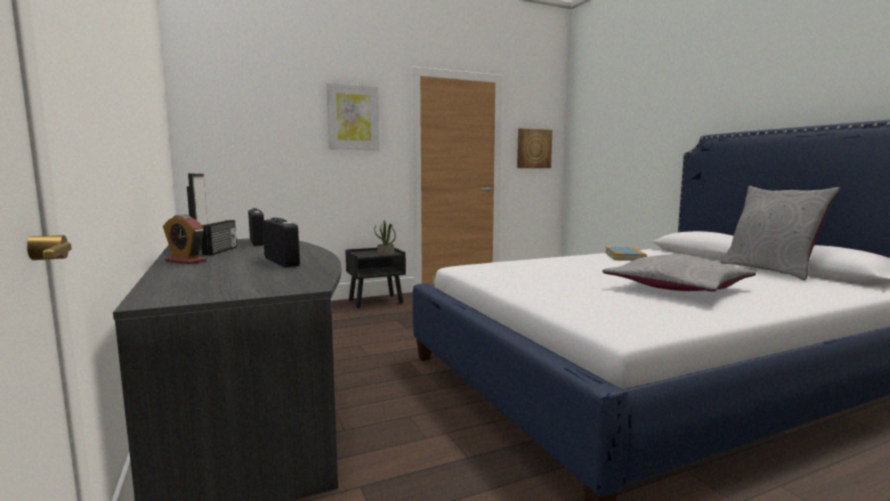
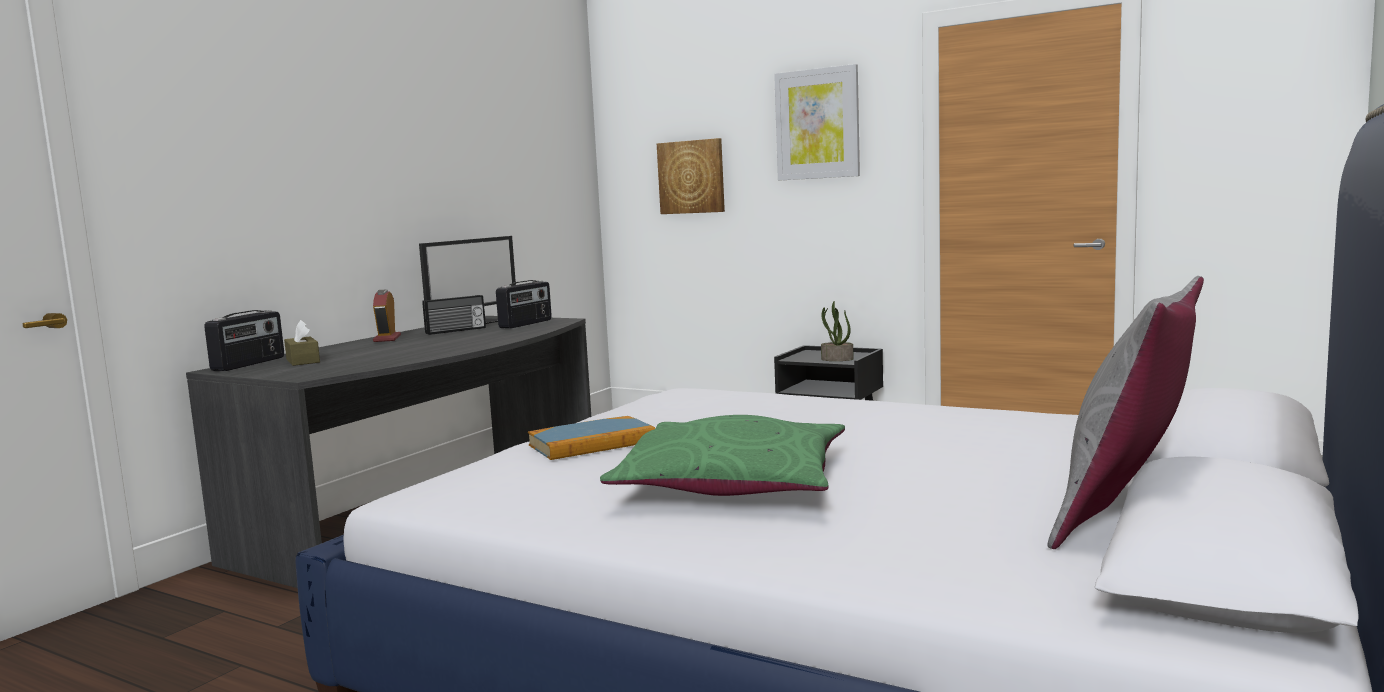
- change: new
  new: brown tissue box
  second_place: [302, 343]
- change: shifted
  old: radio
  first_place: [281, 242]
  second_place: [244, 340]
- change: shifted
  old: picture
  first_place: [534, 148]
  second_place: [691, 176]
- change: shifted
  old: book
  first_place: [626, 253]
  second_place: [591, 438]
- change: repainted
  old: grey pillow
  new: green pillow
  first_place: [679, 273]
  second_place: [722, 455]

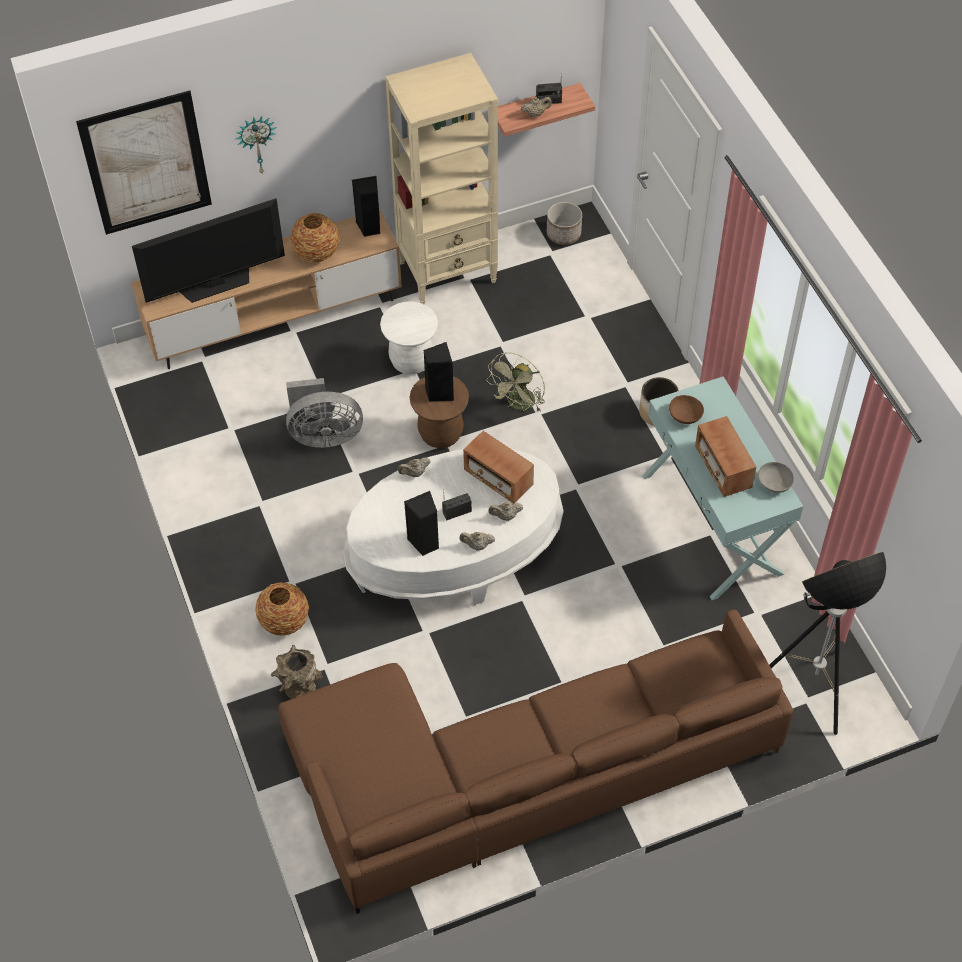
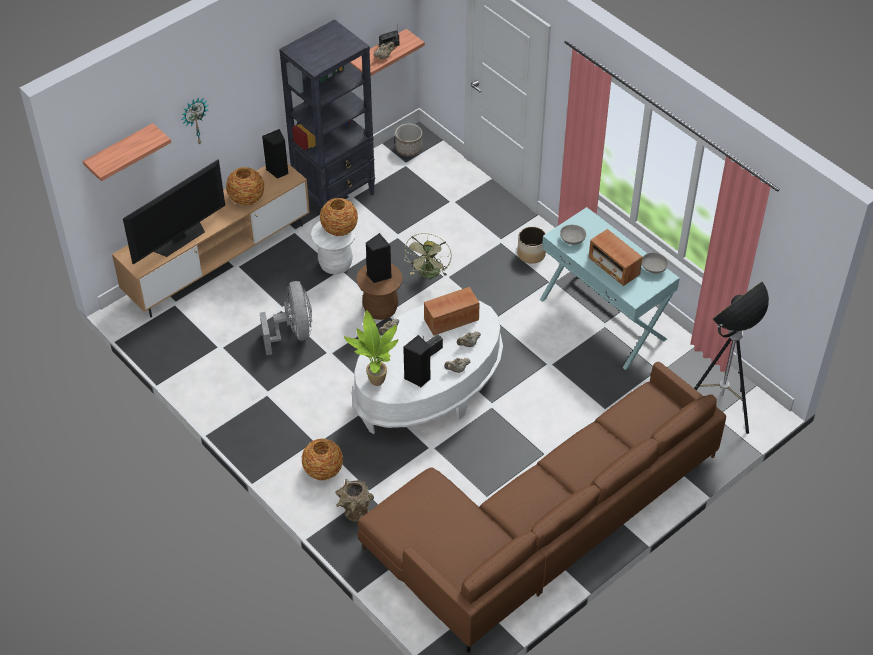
- change: new
  new: vase
  second_place: [339, 217]
- change: new
  new: potted plant
  second_place: [371, 348]
- change: swapped
  old: picture
  new: shelf
  first_place: [144, 162]
  second_place: [127, 152]
- change: repainted
  old: beige bookcase
  new: black bookcase
  first_place: [441, 178]
  second_place: [327, 114]
- change: repainted
  old: brown bowl
  new: grey bowl
  first_place: [686, 409]
  second_place: [573, 235]
- change: rotated
  old: grey fan
  first_place: [324, 413]
  second_place: [286, 318]
  degrees: -75
- change: rotated
  old: radio
  first_place: [498, 467]
  second_place: [452, 311]
  degrees: 135

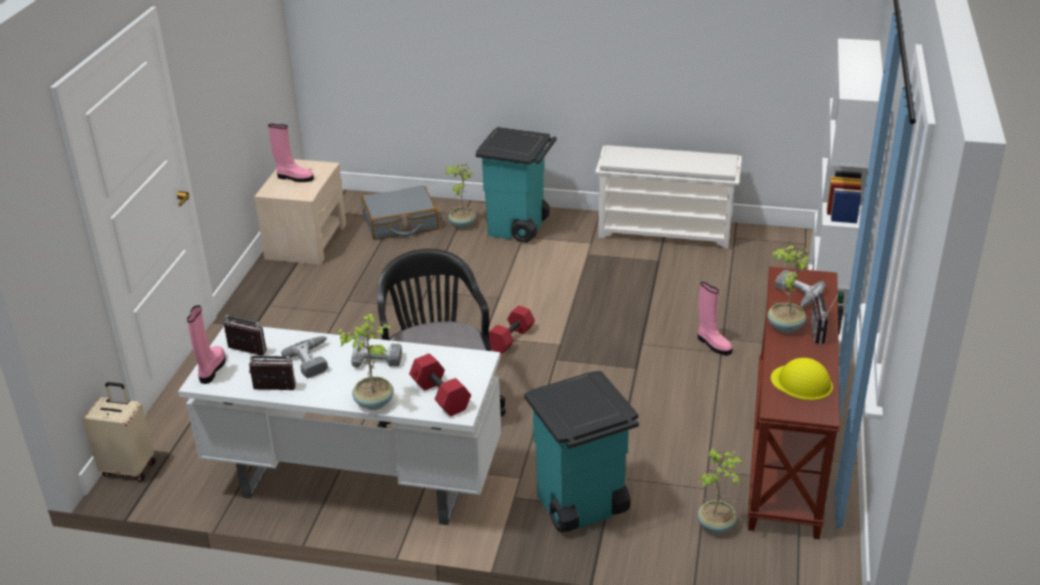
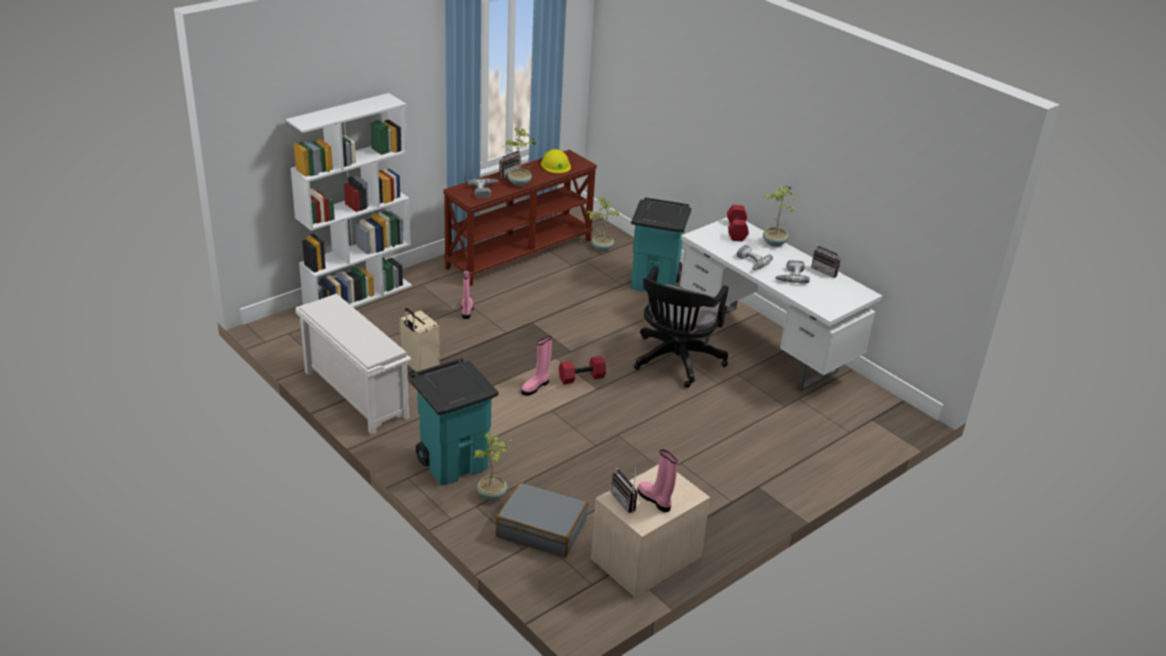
- change: shifted
  old: beige suitcase
  first_place: [119, 431]
  second_place: [419, 340]
- change: shifted
  old: pink boot
  first_place: [206, 344]
  second_place: [536, 366]
- change: shifted
  old: radio
  first_place: [245, 335]
  second_place: [624, 490]

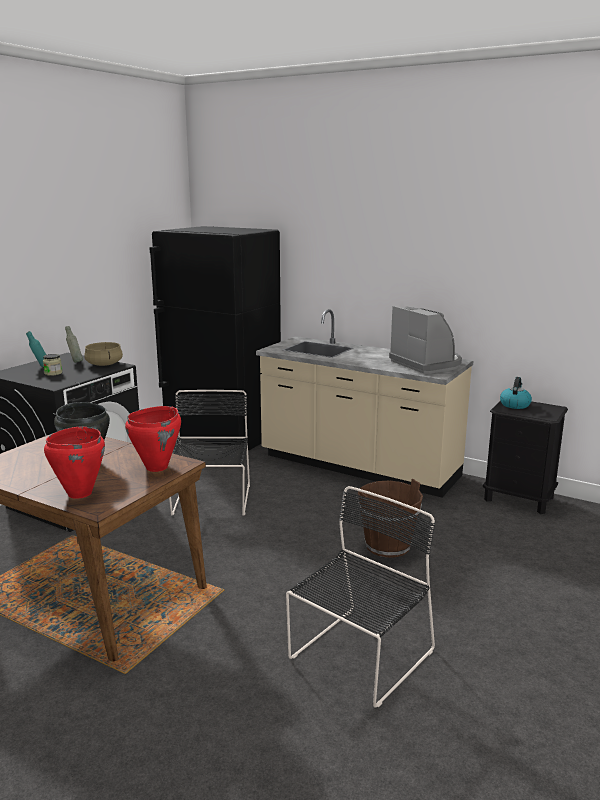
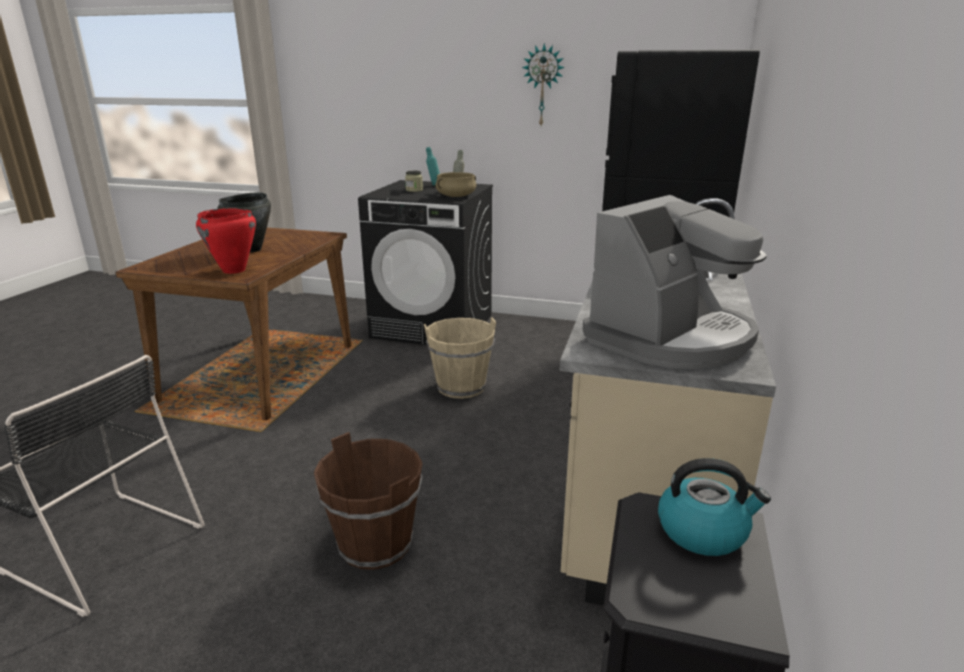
- change: gone
  old: red cooking pot
  first_place: [74, 463]
- change: new
  new: wall clock
  second_place: [543, 84]
- change: swapped
  old: black chair
  new: beige bucket
  first_place: [209, 453]
  second_place: [460, 358]

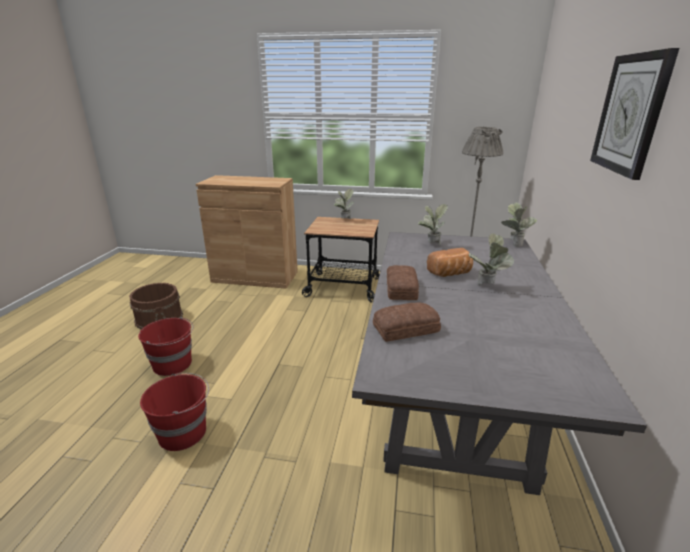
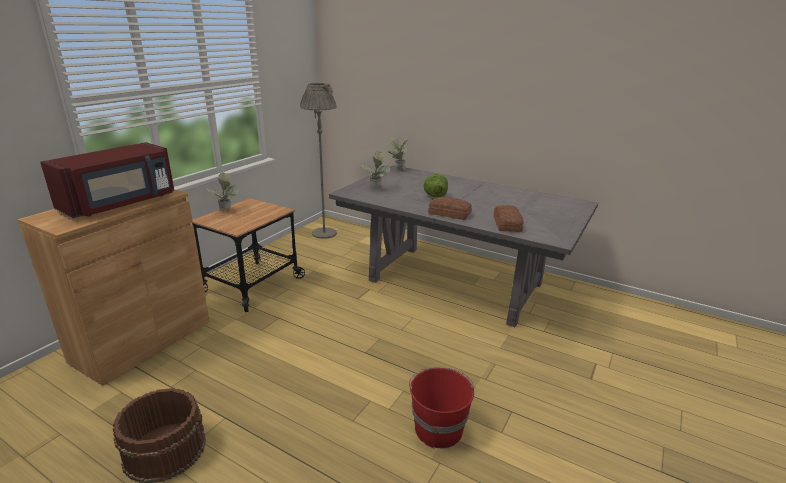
- change: gone
  old: red bucket
  first_place: [165, 346]
- change: gone
  old: potted plant
  first_place: [491, 259]
- change: gone
  old: wall clock
  first_place: [634, 114]
- change: new
  new: red microwave
  second_place: [107, 180]
- change: swapped
  old: bread
  new: lettuce
  first_place: [450, 262]
  second_place: [435, 185]

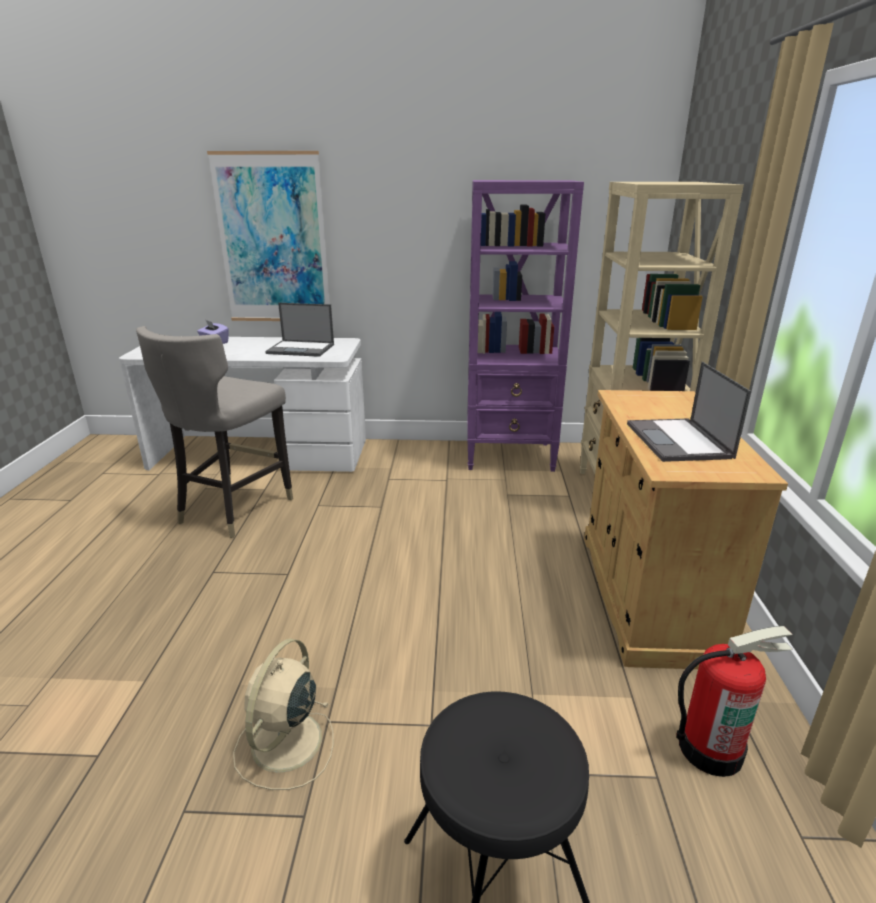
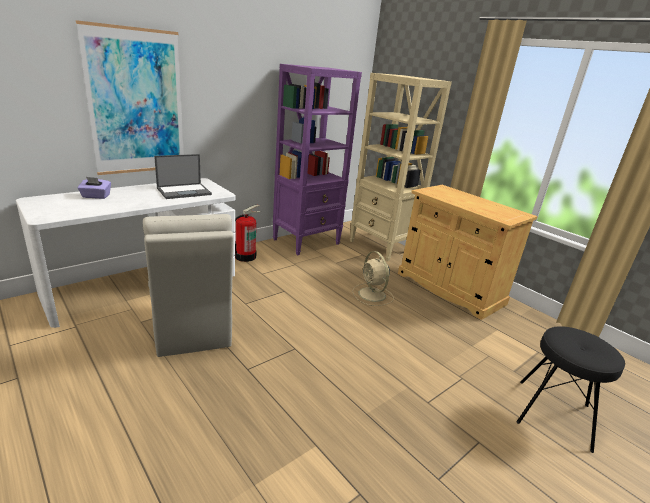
- change: gone
  old: laptop
  first_place: [689, 412]
- change: shifted
  old: beige fan
  first_place: [283, 714]
  second_place: [373, 278]
- change: shifted
  old: fire extinguisher
  first_place: [734, 701]
  second_place: [248, 233]
- change: swapped
  old: grey stool
  new: beige chair
  first_place: [214, 432]
  second_place: [188, 285]

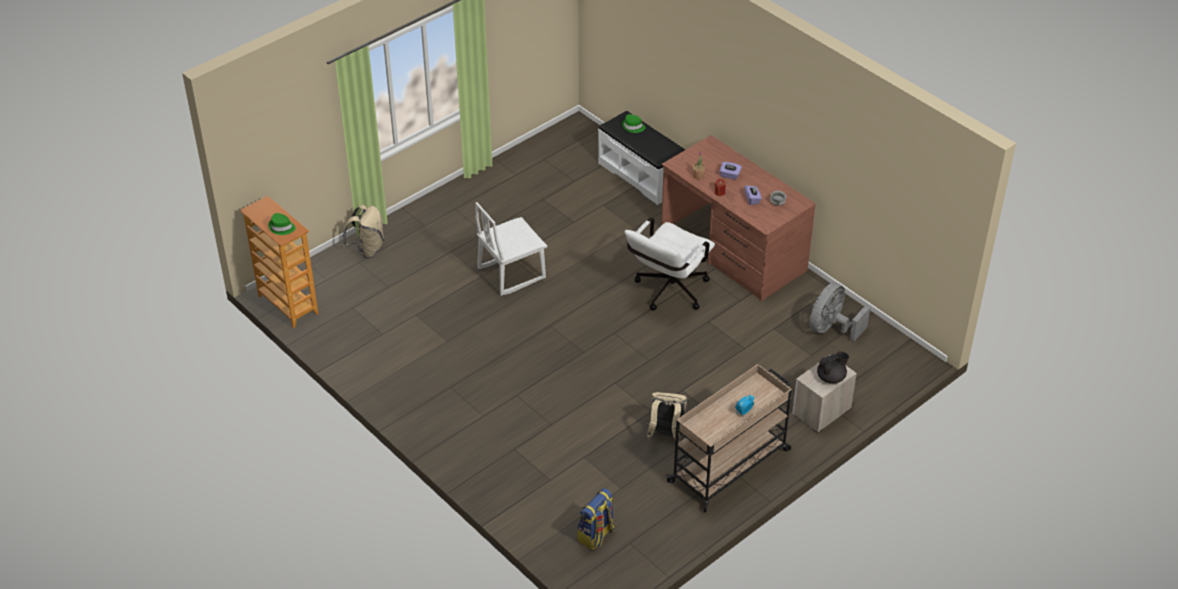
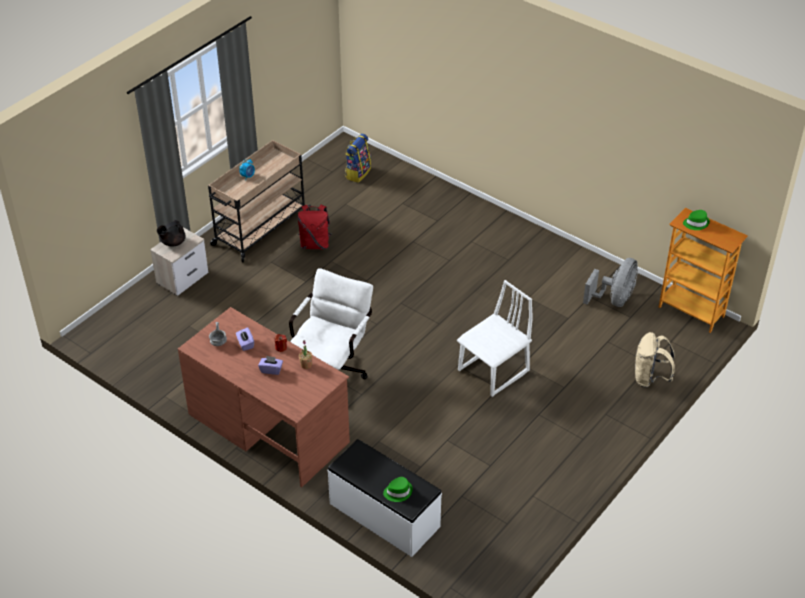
- change: shifted
  old: grey fan
  first_place: [840, 312]
  second_place: [610, 282]
- change: repainted
  old: beige backpack
  new: red backpack
  first_place: [667, 417]
  second_place: [315, 227]

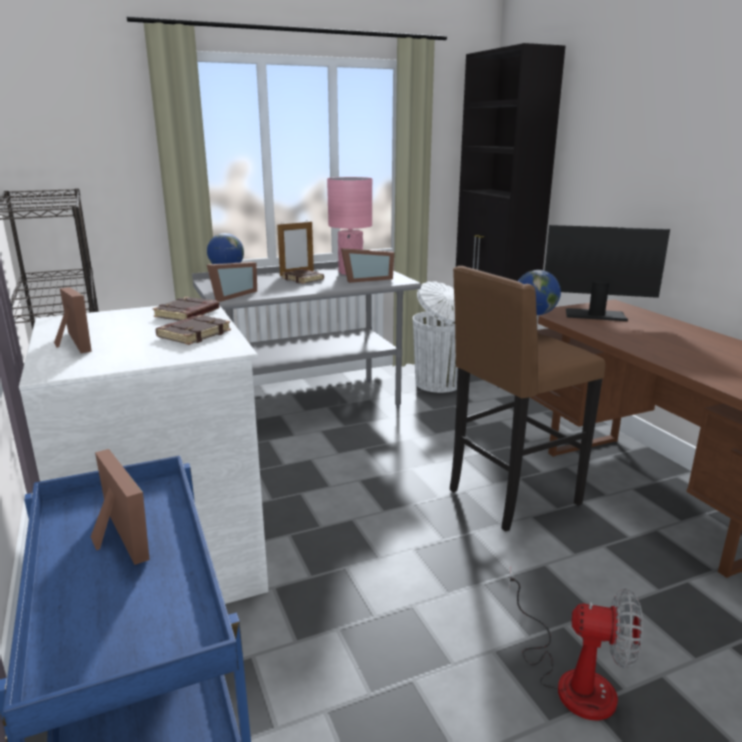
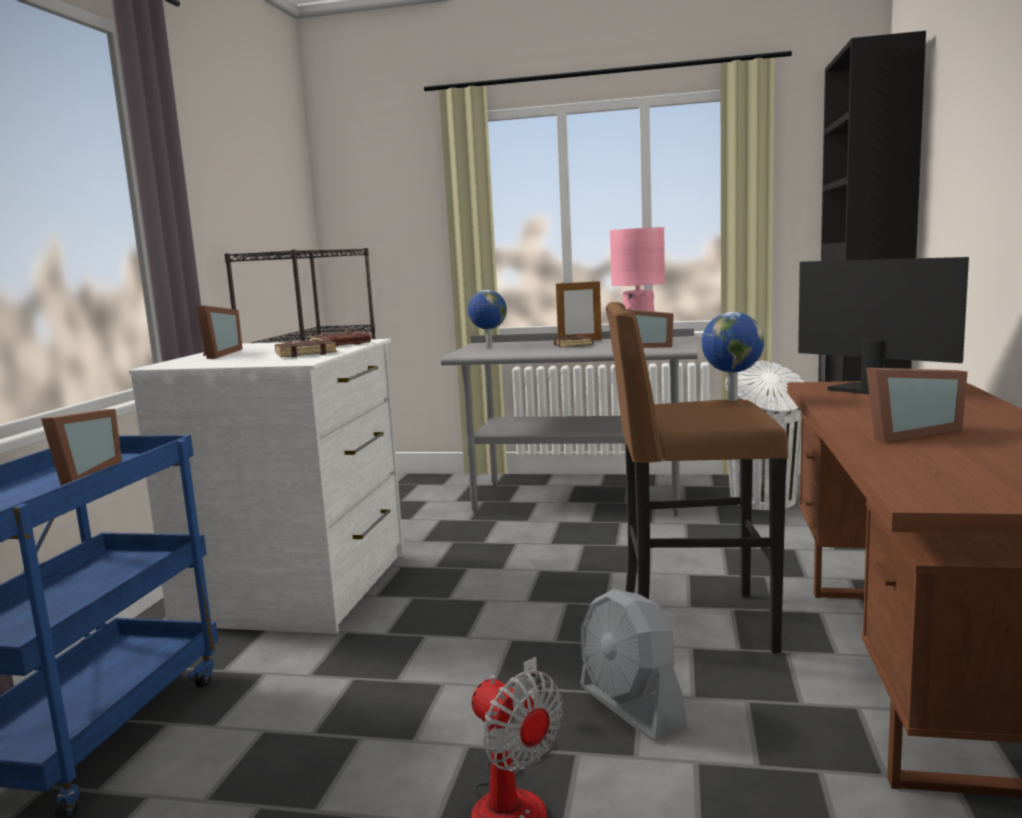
- change: new
  new: grey fan
  second_place: [633, 665]
- change: shifted
  old: picture frame
  first_place: [232, 282]
  second_place: [916, 405]

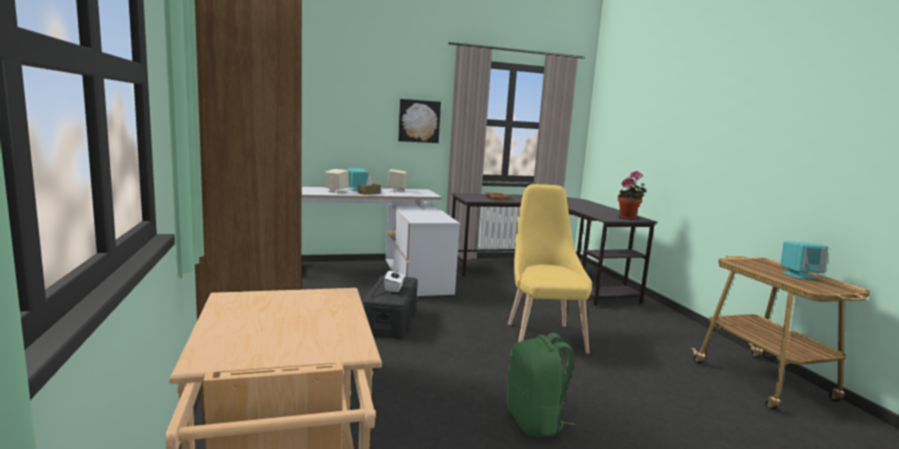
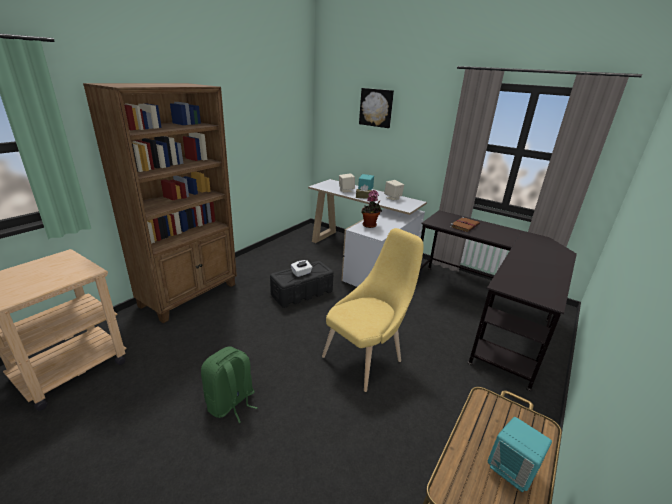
- change: shifted
  old: picture
  first_place: [419, 121]
  second_place: [376, 108]
- change: shifted
  old: potted plant
  first_place: [632, 195]
  second_place: [371, 209]

